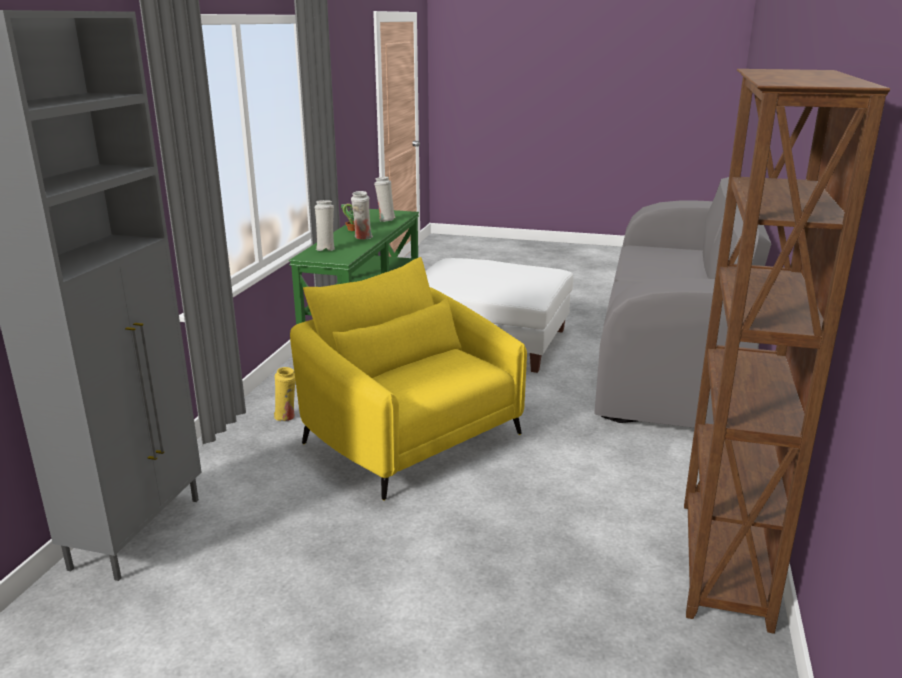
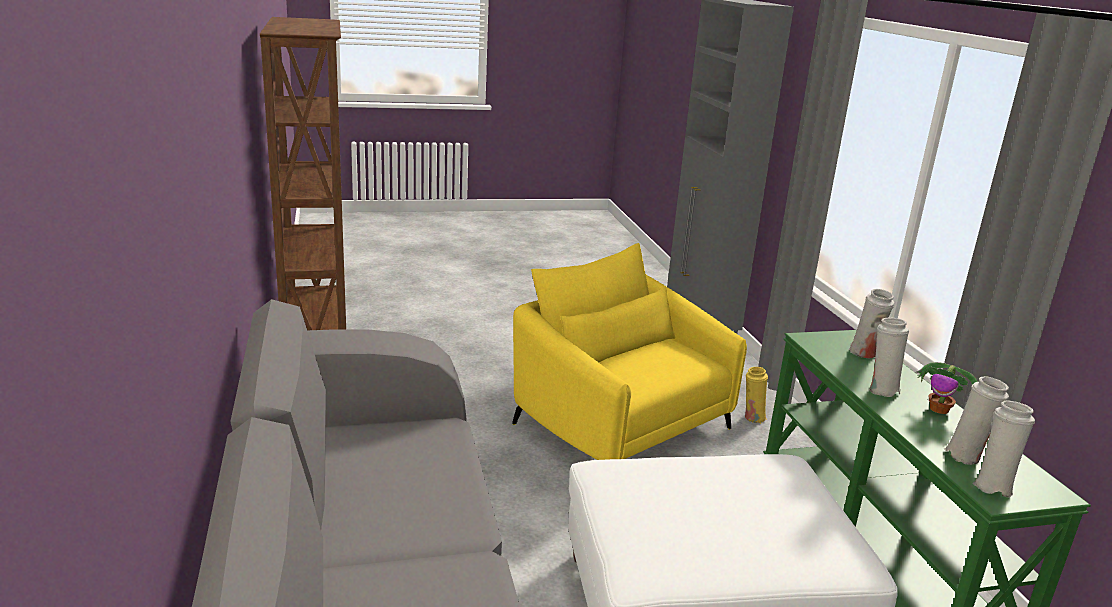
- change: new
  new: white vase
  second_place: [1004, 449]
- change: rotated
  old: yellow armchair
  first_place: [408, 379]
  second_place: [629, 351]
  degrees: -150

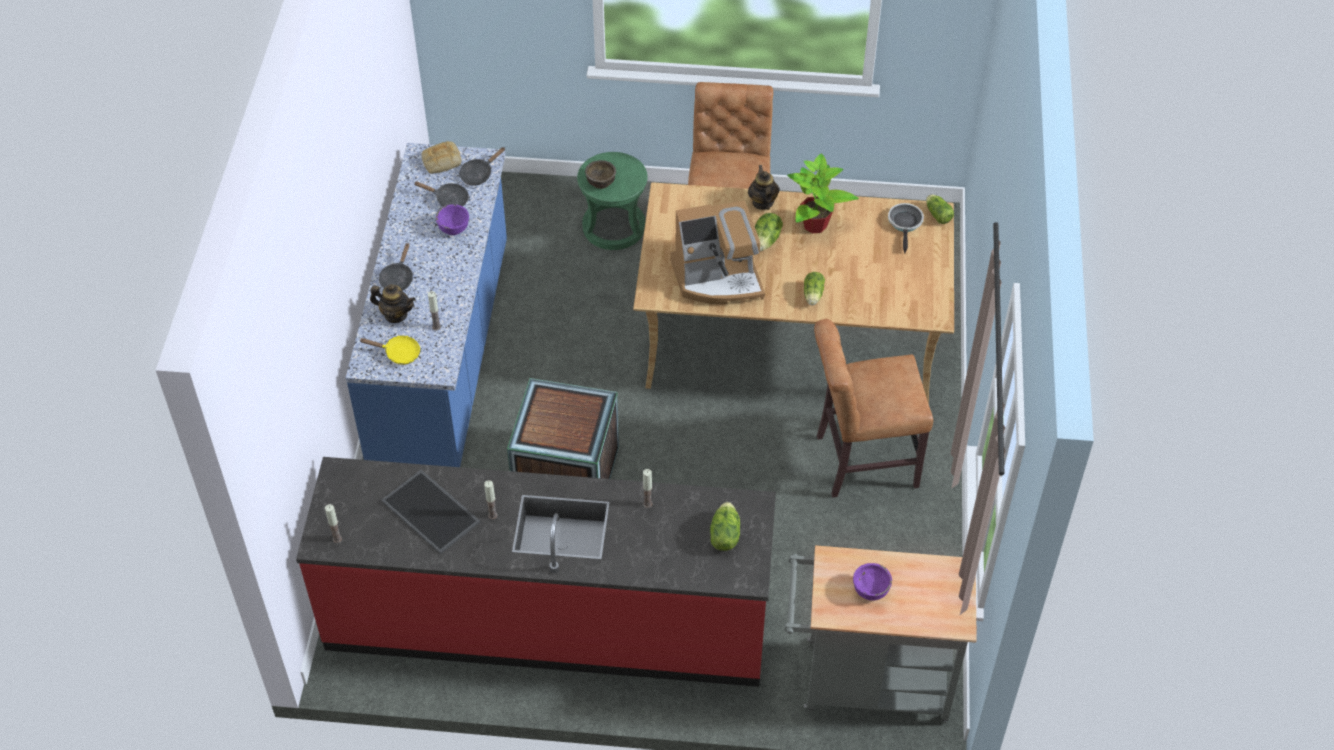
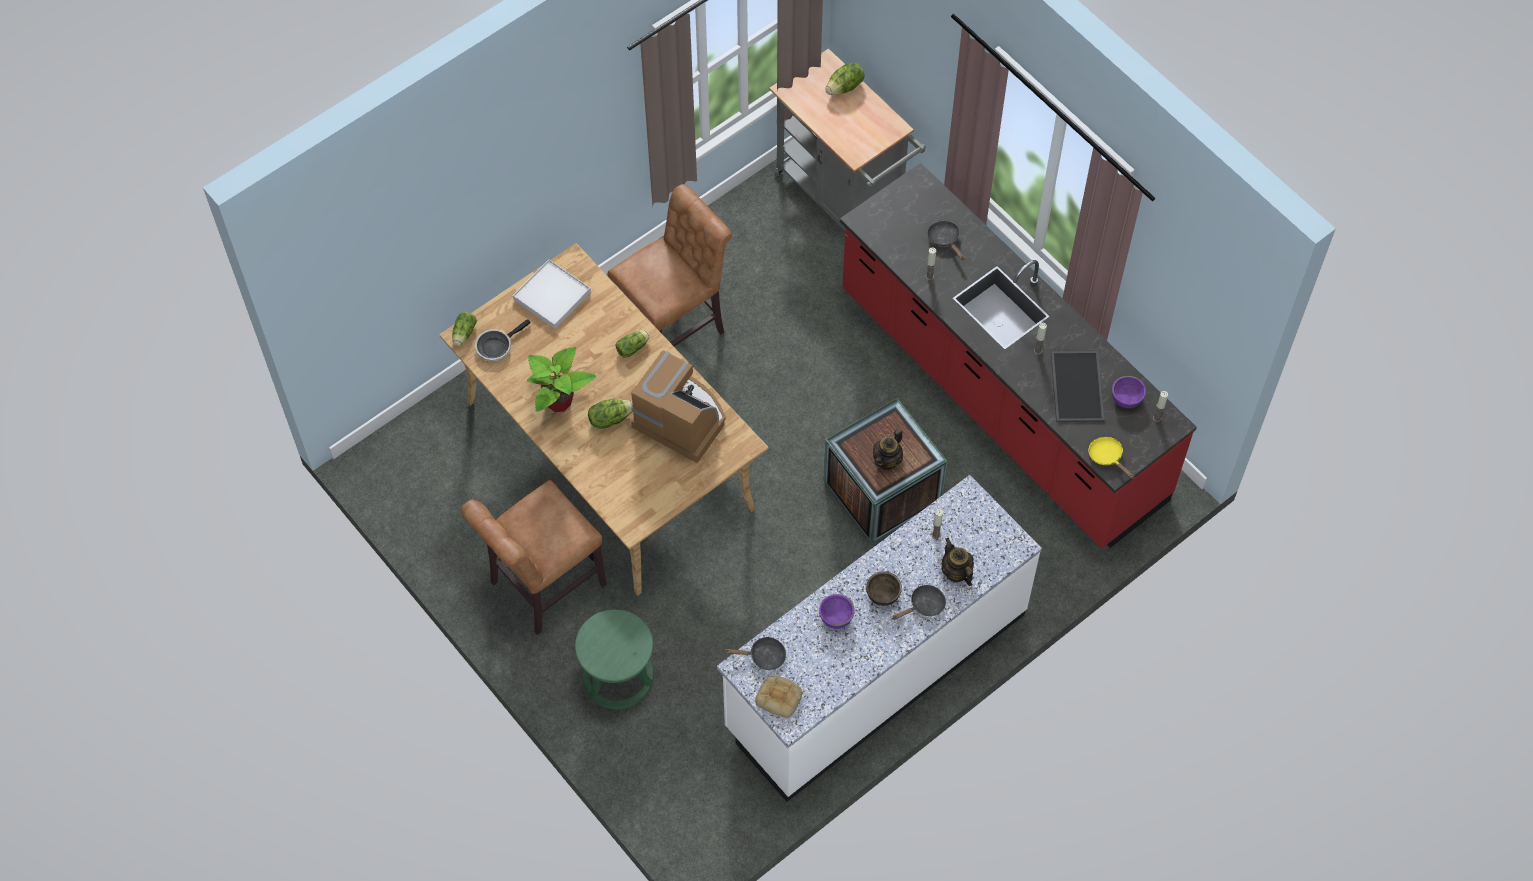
- change: new
  new: white tray
  second_place: [552, 294]
- change: shifted
  old: yellow frying pan
  first_place: [389, 350]
  second_place: [1111, 458]
- change: shifted
  old: black frying pan
  first_place: [441, 194]
  second_place: [946, 240]
- change: shifted
  old: brown bowl
  first_place: [600, 174]
  second_place: [884, 588]
- change: shifted
  old: lettuce
  first_place: [725, 526]
  second_place: [845, 79]
- change: shifted
  old: teapot
  first_place: [764, 187]
  second_place: [888, 449]
- change: shifted
  old: purple bowl
  first_place: [872, 582]
  second_place: [1129, 391]
- change: repainted
  old: blue counter
  new: white counter
  first_place: [426, 305]
  second_place: [879, 638]
- change: rotated
  old: brown chair
  first_place: [873, 408]
  second_place: [670, 265]
  degrees: -75

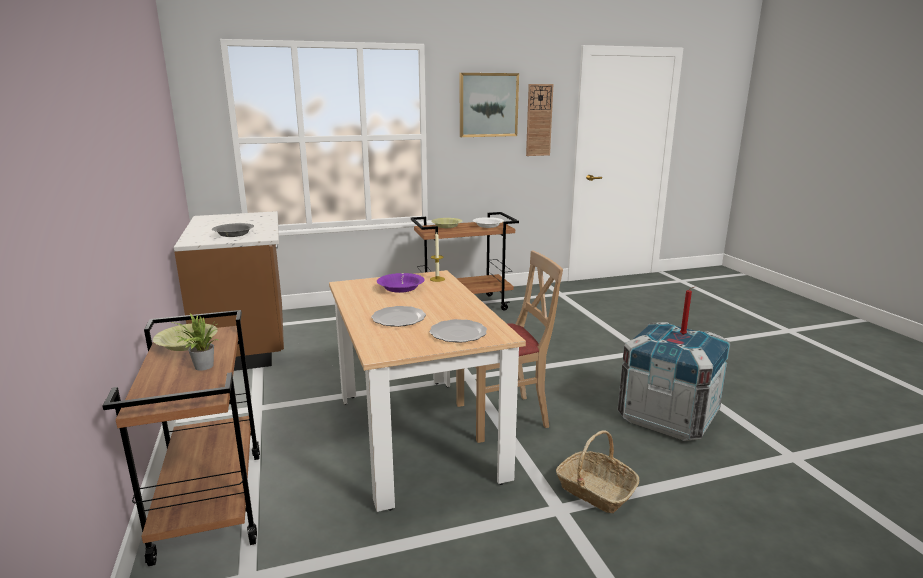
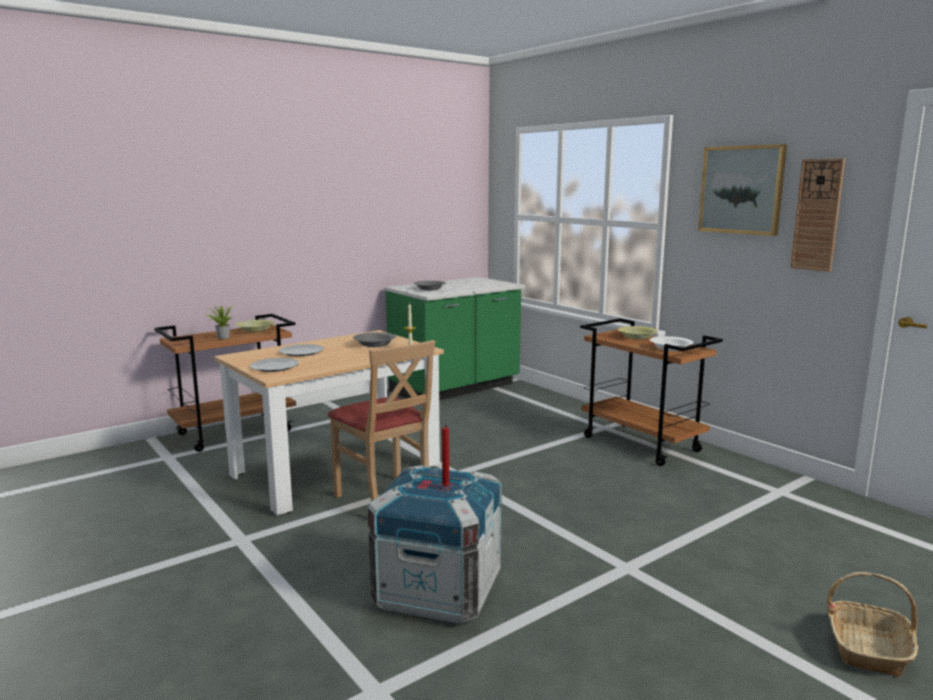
- change: shifted
  old: basket
  first_place: [597, 471]
  second_place: [872, 624]
- change: repainted
  old: brown counter
  new: green counter
  first_place: [229, 291]
  second_place: [455, 341]
- change: repainted
  old: purple bowl
  new: grey bowl
  first_place: [401, 283]
  second_place: [374, 339]

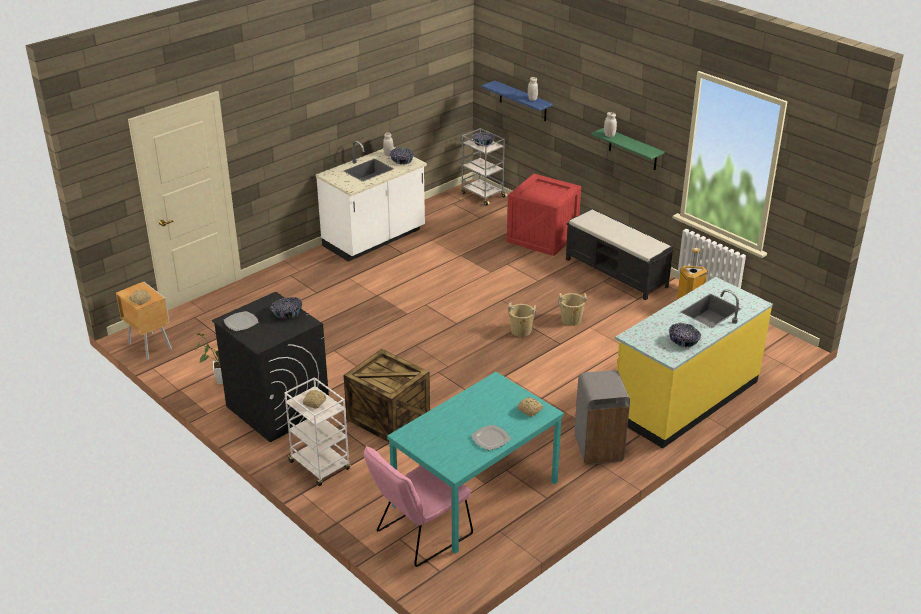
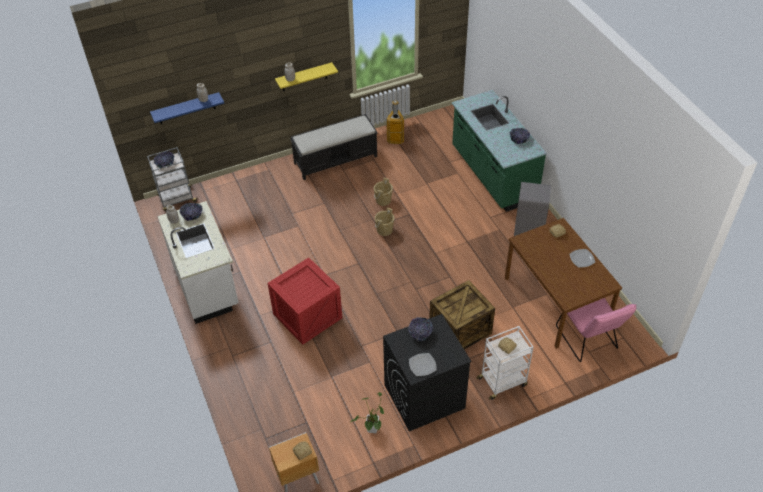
- change: shifted
  old: crate
  first_place: [544, 215]
  second_place: [305, 301]
- change: repainted
  old: turquoise dining table
  new: brown dining table
  first_place: [475, 463]
  second_place: [563, 283]
- change: repainted
  old: green shelf
  new: yellow shelf
  first_place: [628, 149]
  second_place: [306, 76]
- change: repainted
  old: yellow counter
  new: green counter
  first_place: [694, 362]
  second_place: [499, 151]

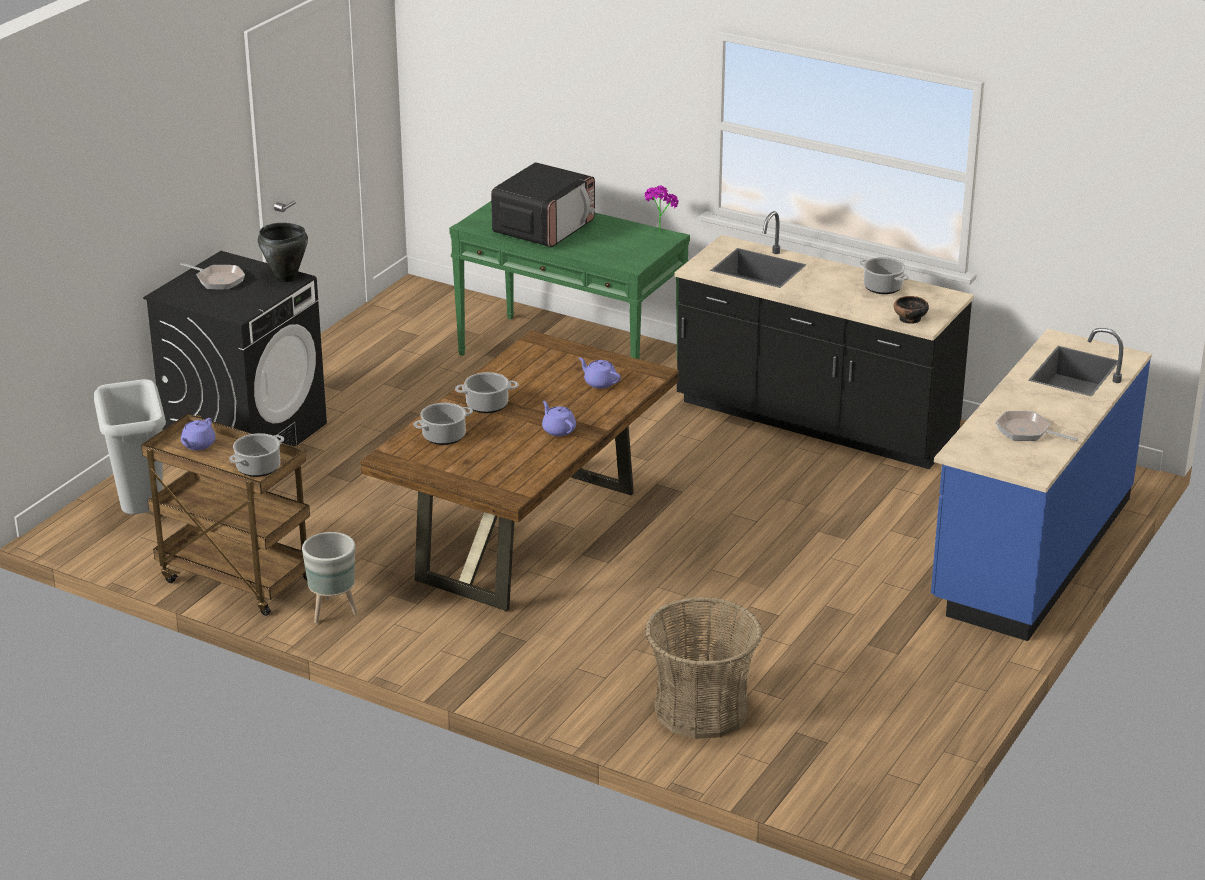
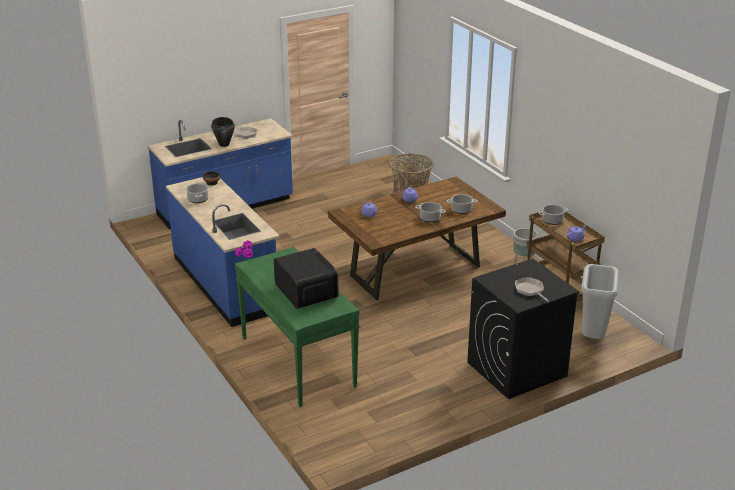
- change: shifted
  old: black cooking pot
  first_place: [283, 253]
  second_place: [223, 132]
- change: repainted
  old: black counter
  new: blue counter
  first_place: [824, 340]
  second_place: [223, 252]
- change: rotated
  old: microwave
  first_place: [543, 204]
  second_place: [306, 278]
  degrees: 90

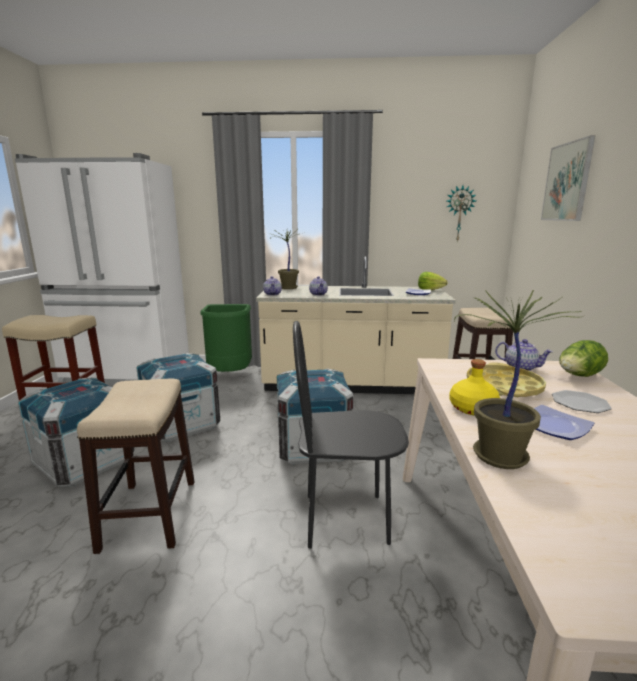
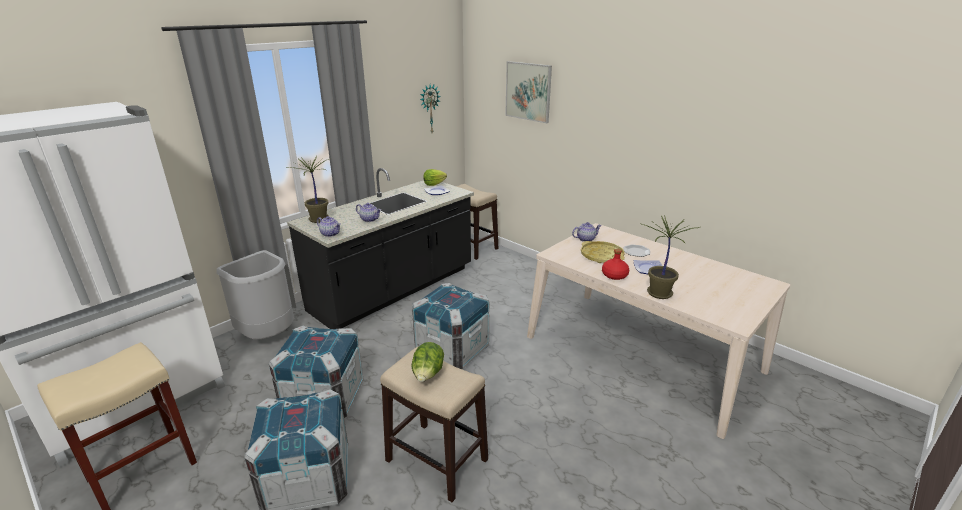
- change: gone
  old: black chair
  first_place: [351, 435]
- change: shifted
  old: lettuce
  first_place: [584, 358]
  second_place: [427, 362]
- change: repainted
  old: green trash can
  new: grey trash can
  first_place: [226, 338]
  second_place: [255, 294]
- change: repainted
  old: beige counter
  new: black counter
  first_place: [356, 325]
  second_place: [380, 248]
- change: repainted
  old: yellow bottle
  new: red bottle
  first_place: [474, 387]
  second_place: [615, 264]

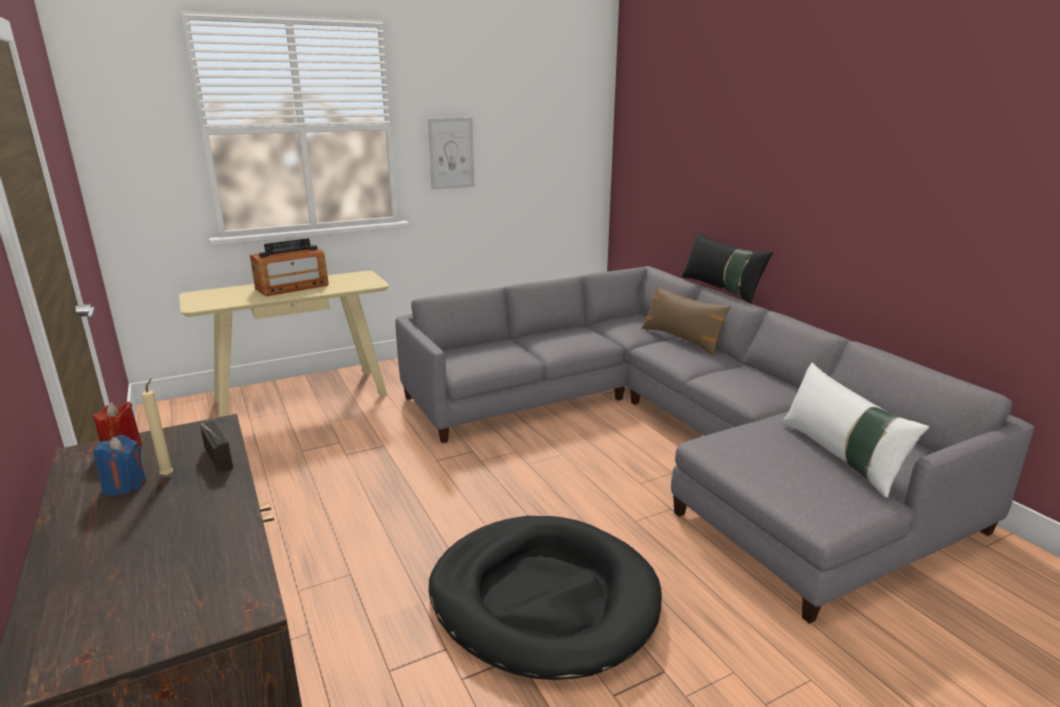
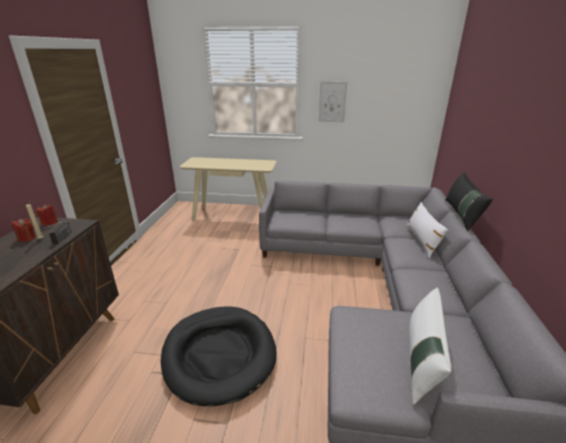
- change: gone
  old: radio
  first_place: [289, 267]
- change: repainted
  old: blue candle
  new: red candle
  first_place: [119, 465]
  second_place: [23, 230]
- change: repainted
  old: brown pillow
  new: white pillow
  first_place: [686, 320]
  second_place: [427, 230]

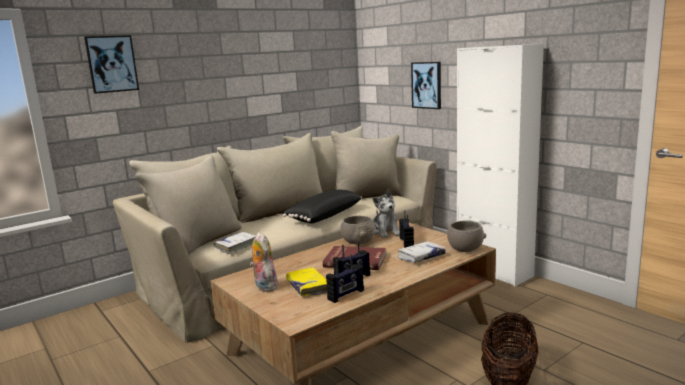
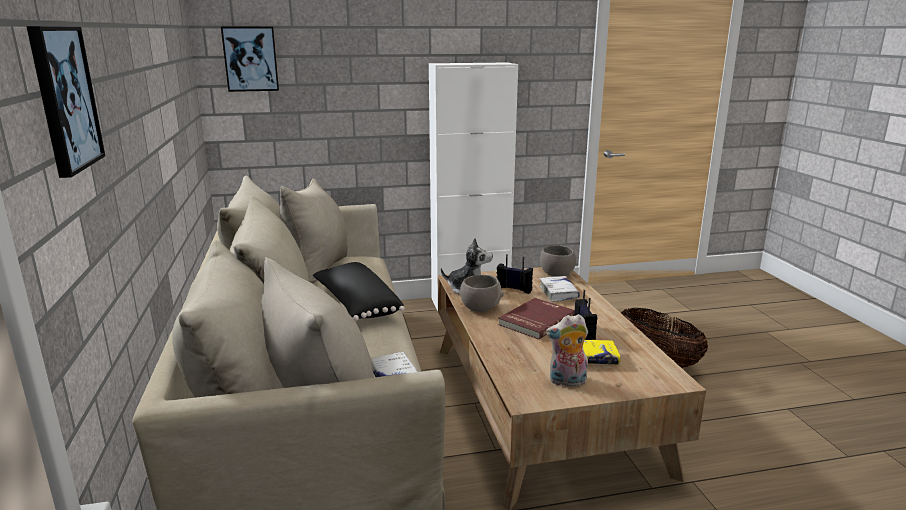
- change: gone
  old: radio
  first_place: [345, 279]
- change: shifted
  old: picture
  first_place: [426, 85]
  second_place: [250, 59]

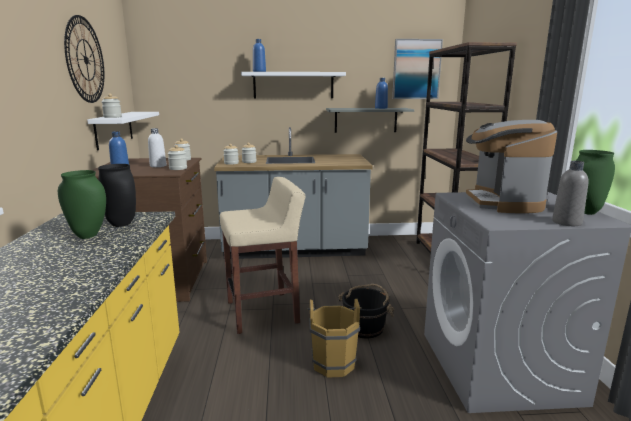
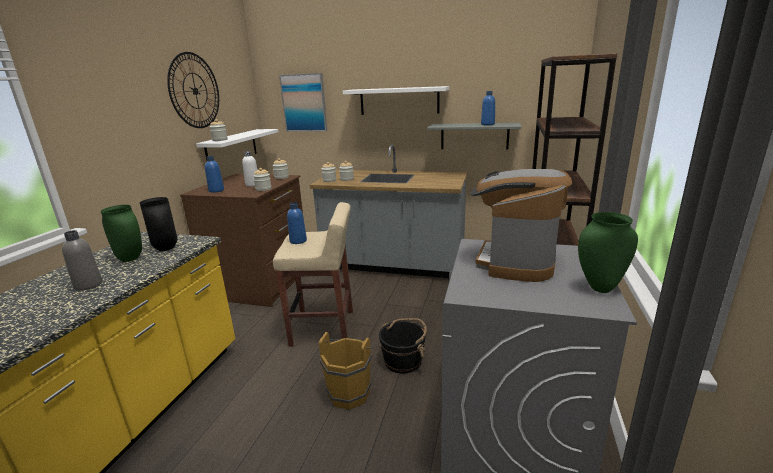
- change: shifted
  old: blue bottle
  first_place: [259, 55]
  second_place: [297, 223]
- change: shifted
  old: picture
  first_place: [417, 69]
  second_place: [303, 102]
- change: shifted
  old: grey bottle
  first_place: [570, 193]
  second_place: [82, 260]

